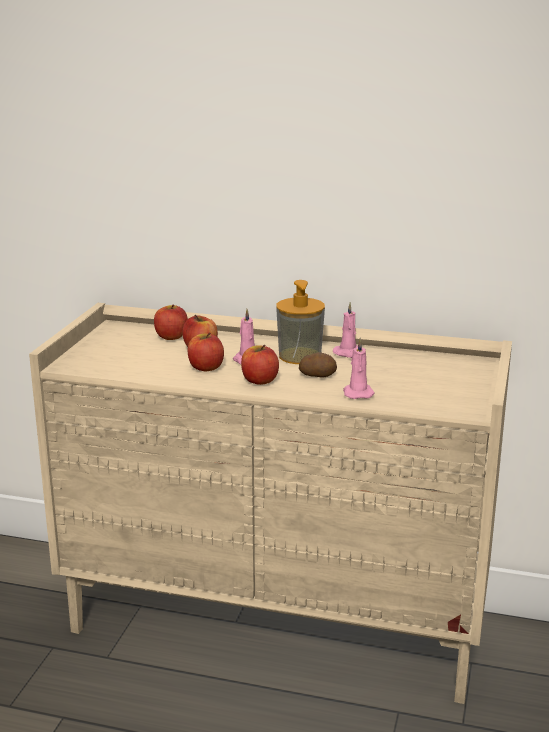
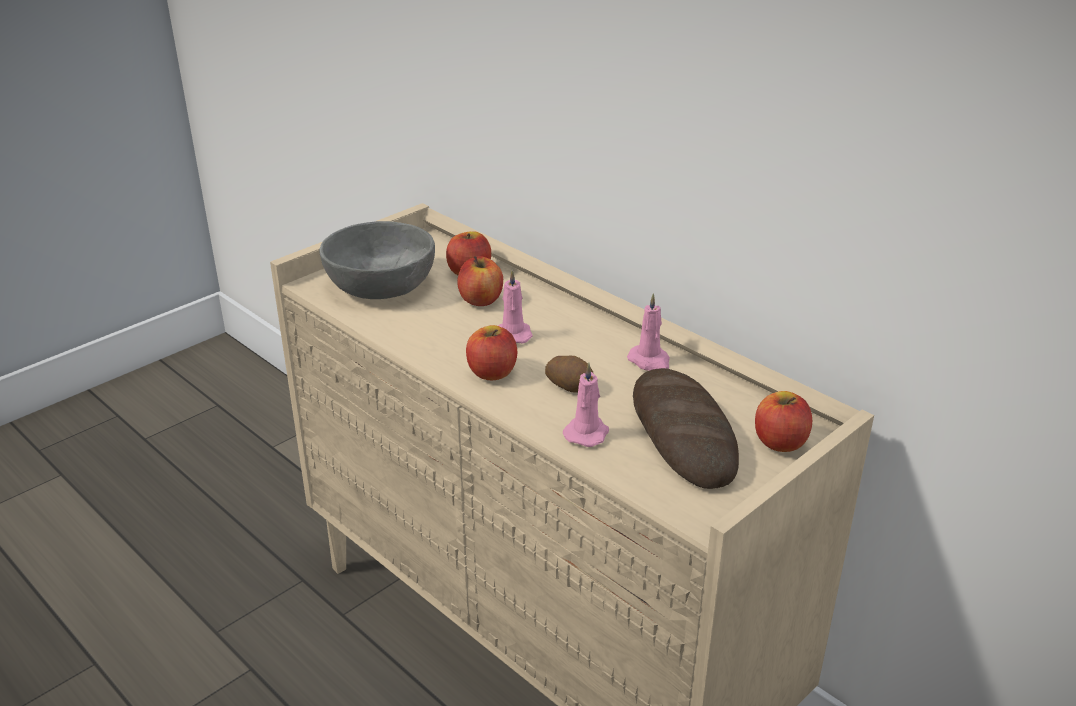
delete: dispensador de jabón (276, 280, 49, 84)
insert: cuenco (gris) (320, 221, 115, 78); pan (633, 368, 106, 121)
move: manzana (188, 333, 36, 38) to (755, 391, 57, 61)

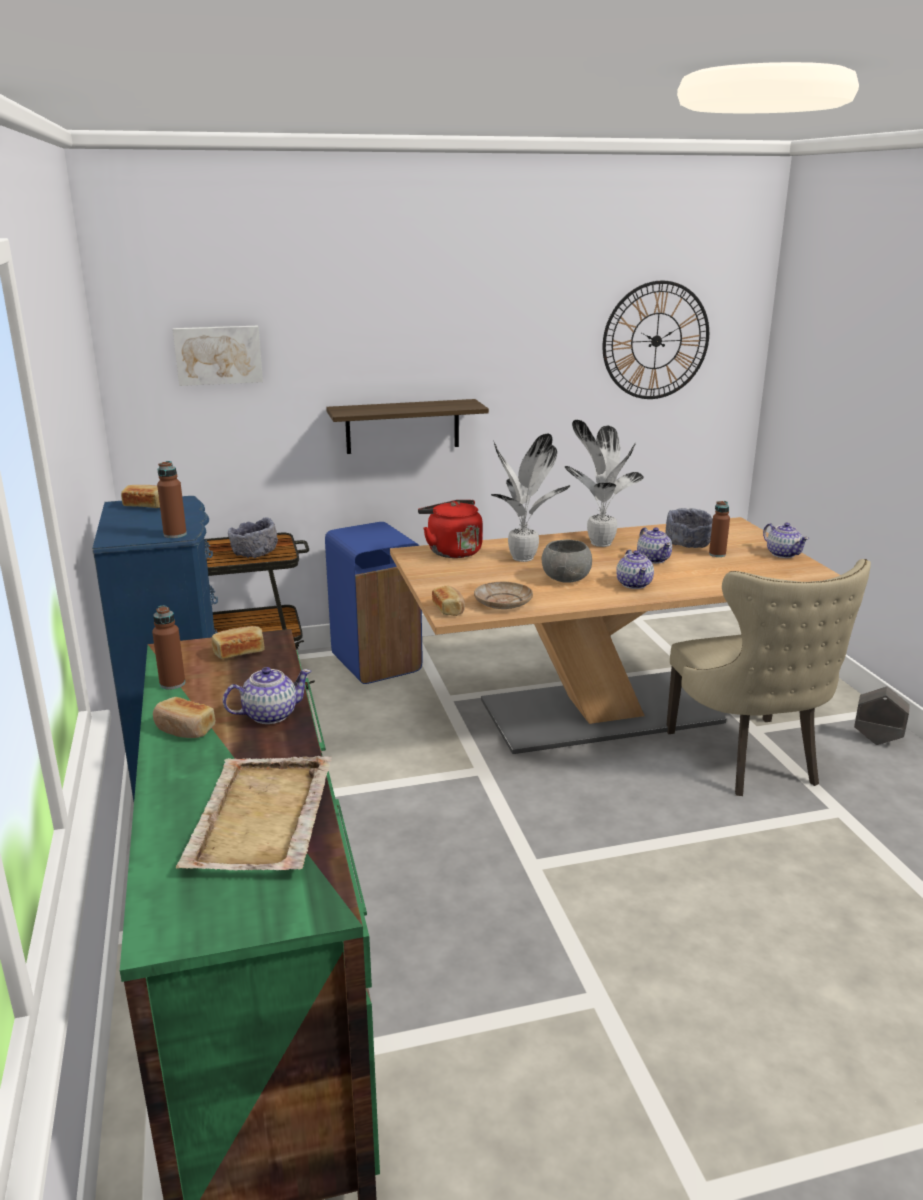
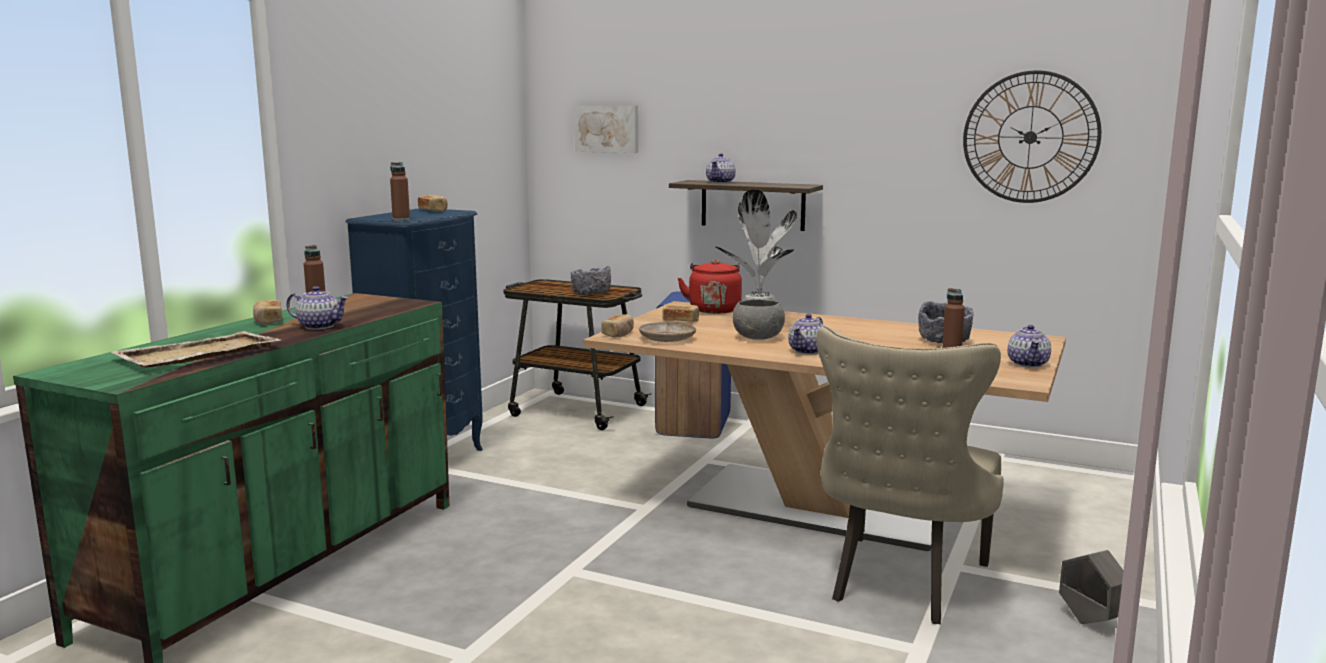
delete: planta en maceta (565, 420, 79, 127)
move: tetera (637, 527, 35, 37) to (706, 153, 30, 30); pan (211, 626, 54, 33) to (663, 304, 36, 18)

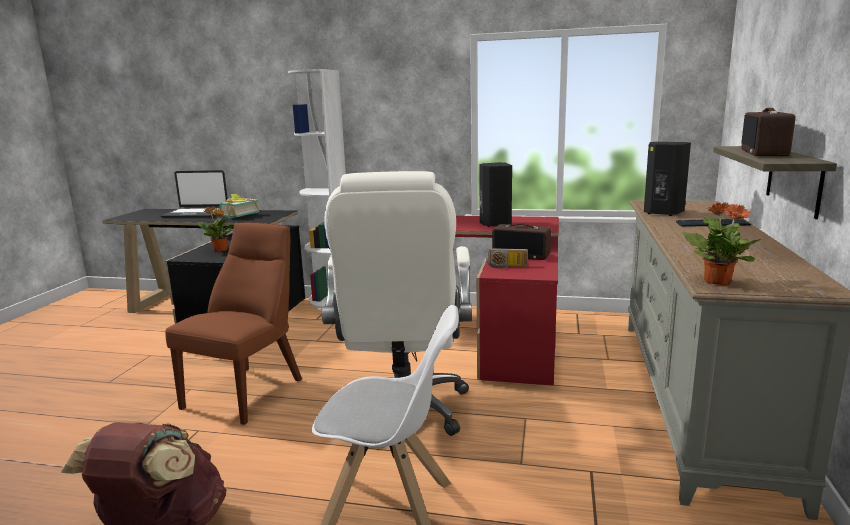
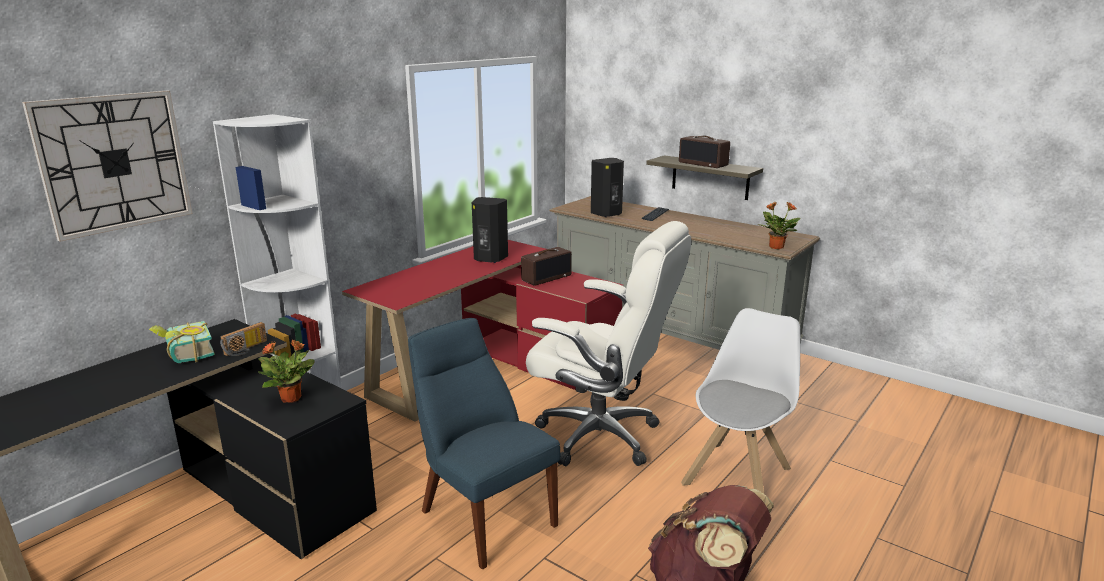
delete: portátil (160, 170, 68, 48)
insert: reloj de pared (22, 91, 170, 151)
move: radio (486, 248, 42, 21) to (220, 322, 47, 34)
recolor: silla (marrón) (165, 222, 137, 203) to silla (azul) (408, 318, 152, 251)

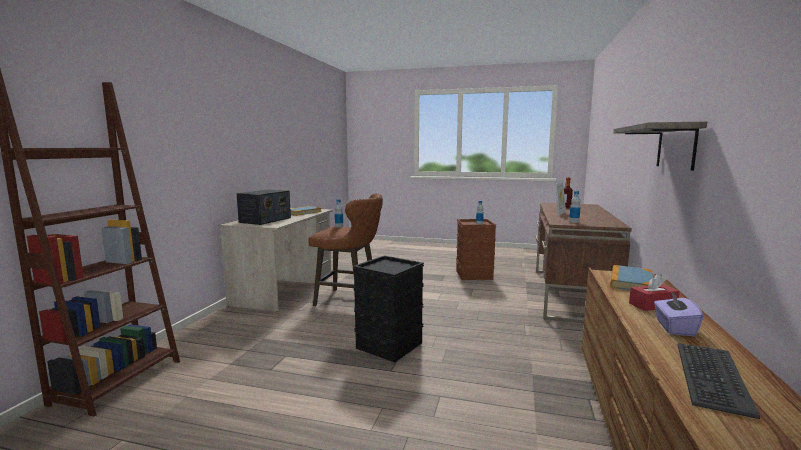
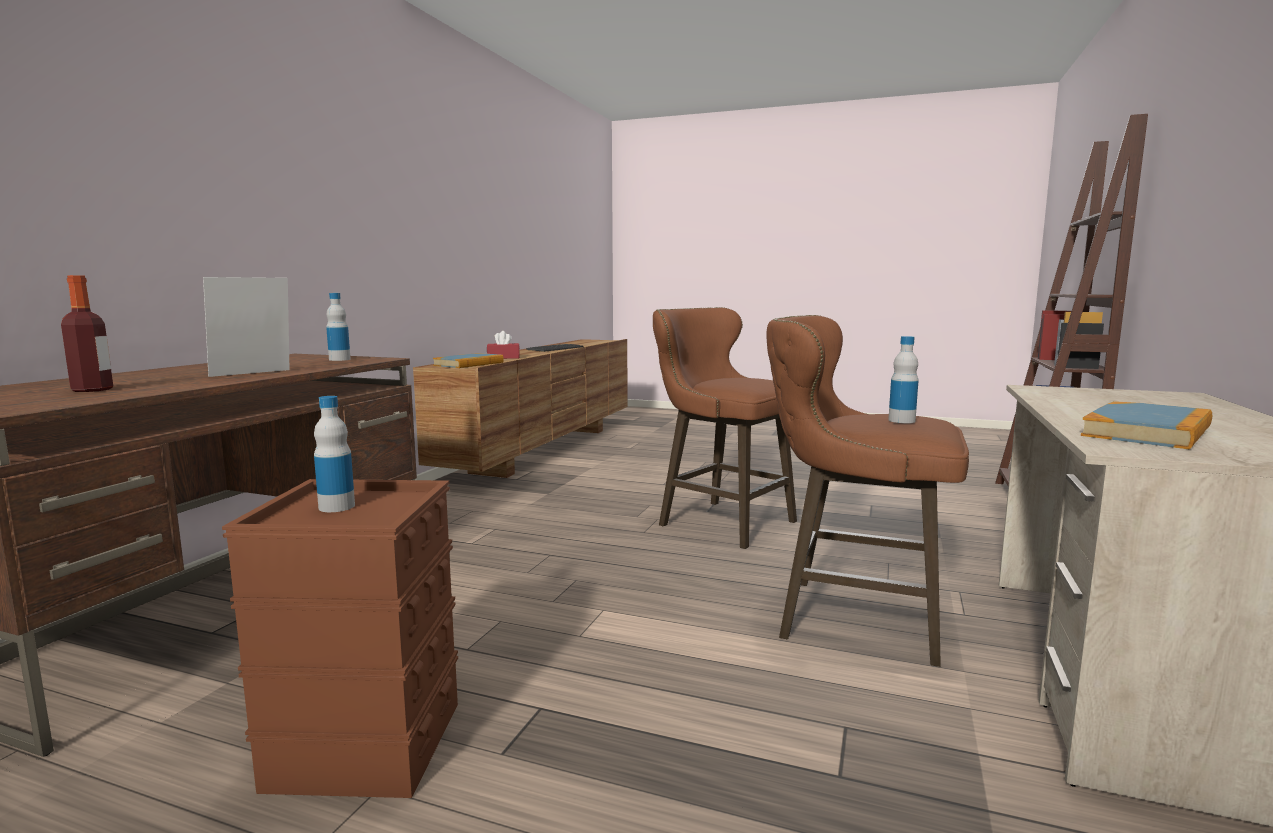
delete: estante (613, 122, 94, 49); radio (237, 189, 54, 36); caja de pañuelos (morado) (654, 291, 50, 46)
replace: caja de almacenaje (negro) (353, 255, 71, 107) to taburete (marrón) (653, 307, 144, 242)

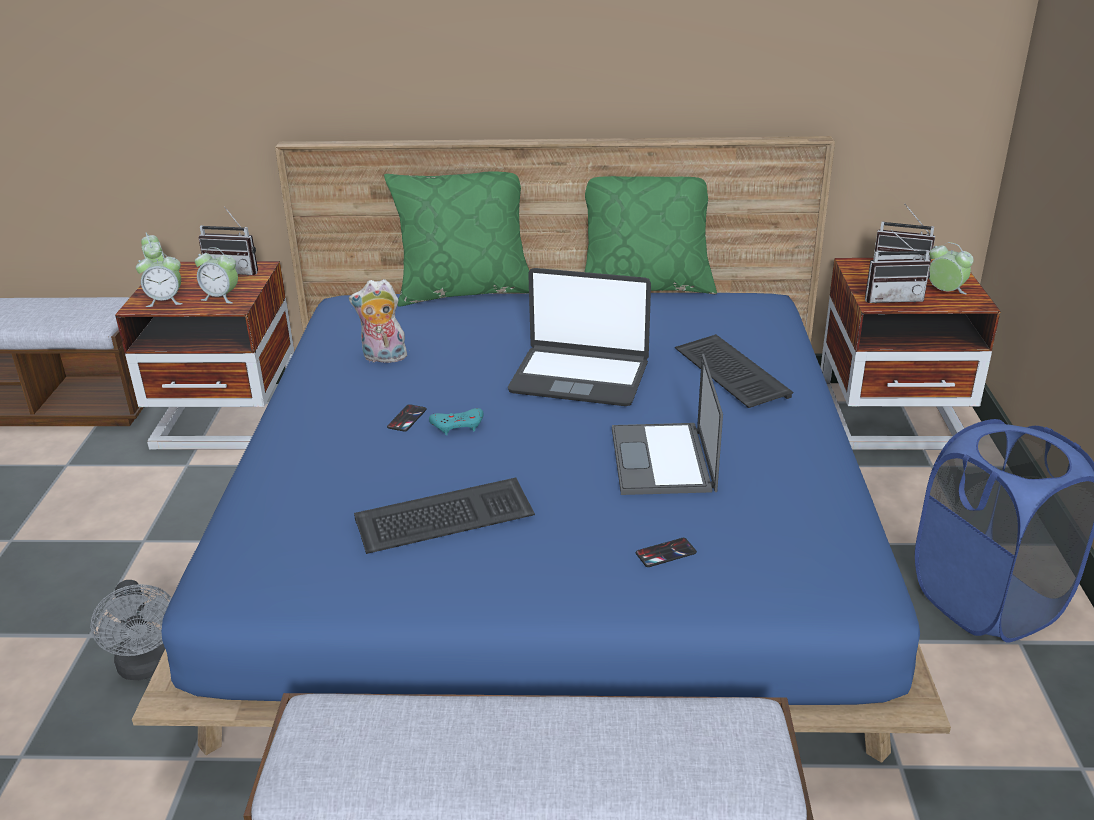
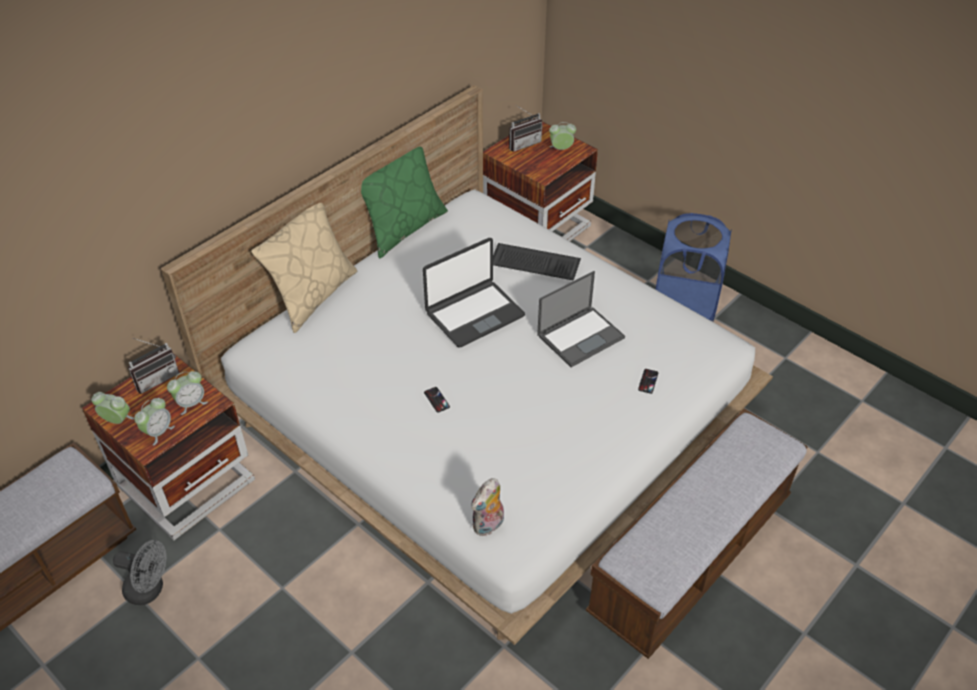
delete: radio (865, 230, 65, 74); mando de consola (turquesa) (429, 408, 55, 27); teclado (354, 478, 181, 76)
move: peluche (349, 279, 60, 84) to (471, 478, 33, 58); ventilador (gris) (90, 580, 81, 100) to (113, 540, 53, 65)
recolor: cama (azul) (132, 136, 819, 627) to cama (blanco) (161, 85, 612, 560); cojín (verde) (384, 171, 145, 135) to cojín (beis) (251, 203, 106, 130)
rotate: portátil (612, 354, 111, 141) = (537, 271, 88, 96) 75 degrees counterclockwise

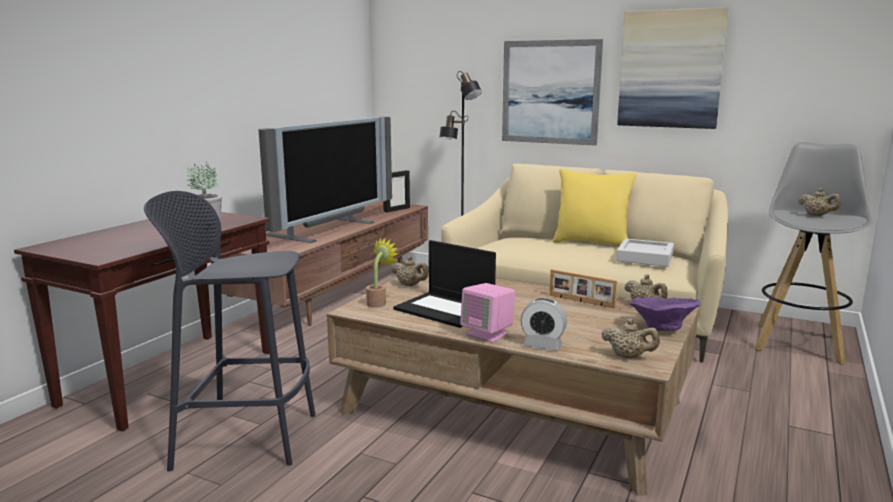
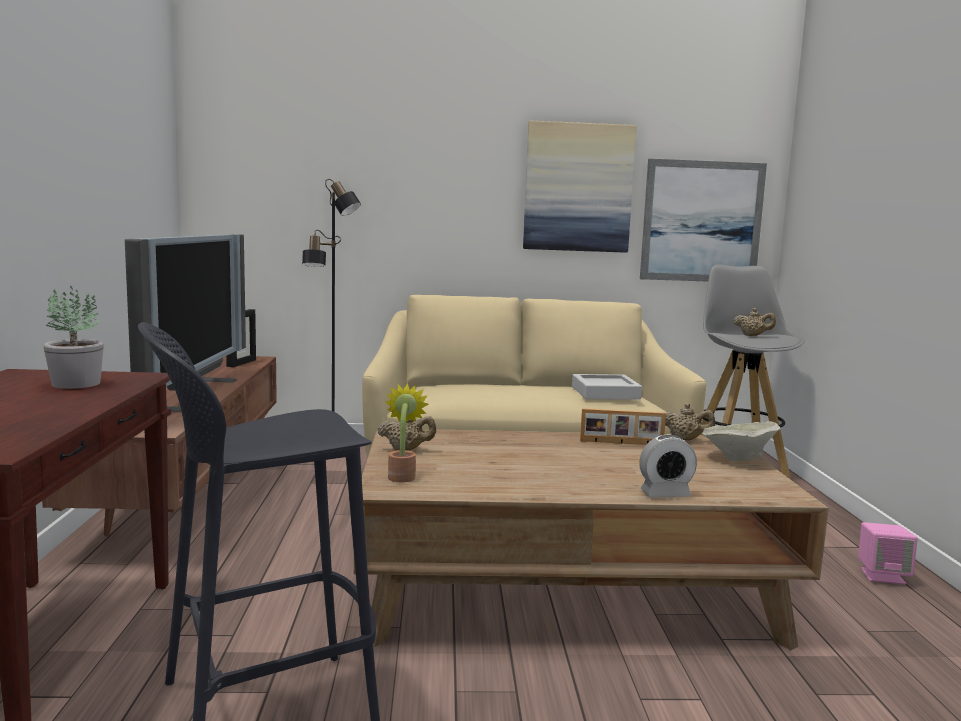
delete: cojín (amarillo) (552, 169, 85, 77); portátil (393, 240, 103, 88); tetera (beis) (601, 318, 59, 40)
move: cuadro (502, 39, 101, 107) to (640, 159, 127, 122); altavoz (rosa) (460, 283, 55, 59) to (858, 522, 59, 63)
recolor: cuenco (morado) (629, 297, 72, 34) to cuenco (beis) (702, 421, 79, 40)

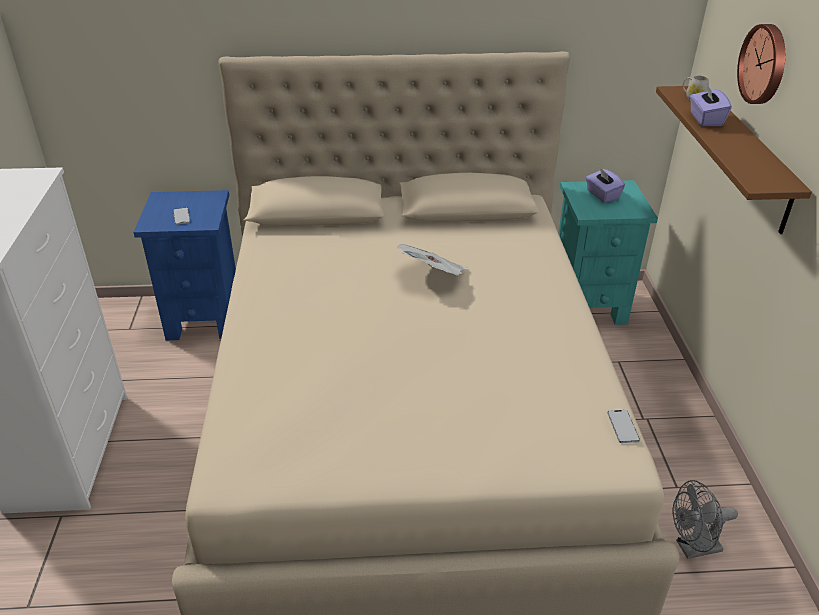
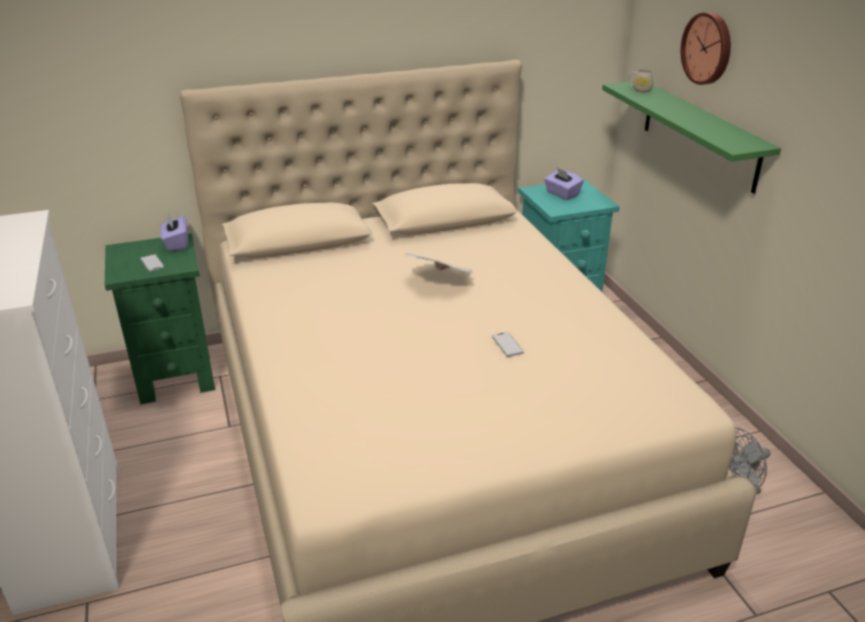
move: caja de pañuelos (morado) (690, 85, 42, 41) to (160, 214, 28, 37); móvil (607, 410, 33, 33) to (492, 332, 32, 25)
recolor: estante (marrón) (656, 86, 156, 148) to estante (verde) (602, 81, 179, 113); mesita de noche (azul) (133, 190, 103, 150) to mesita de noche (verde) (105, 233, 110, 172)

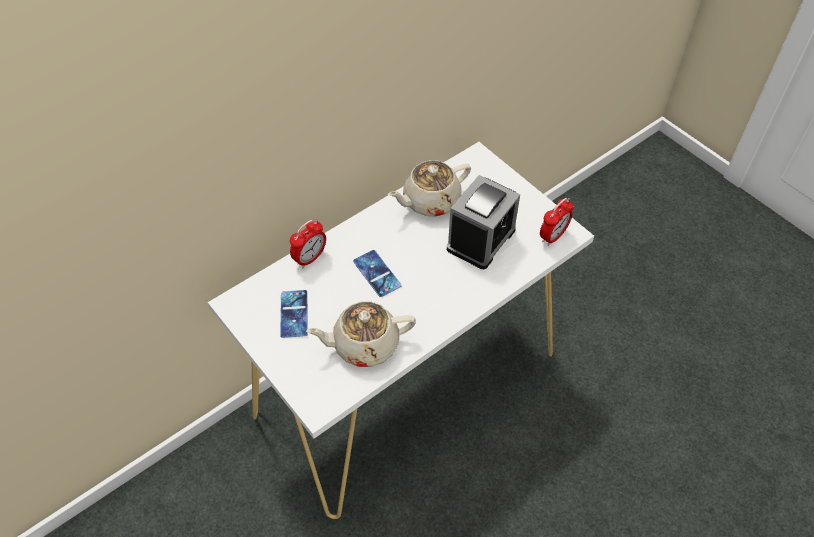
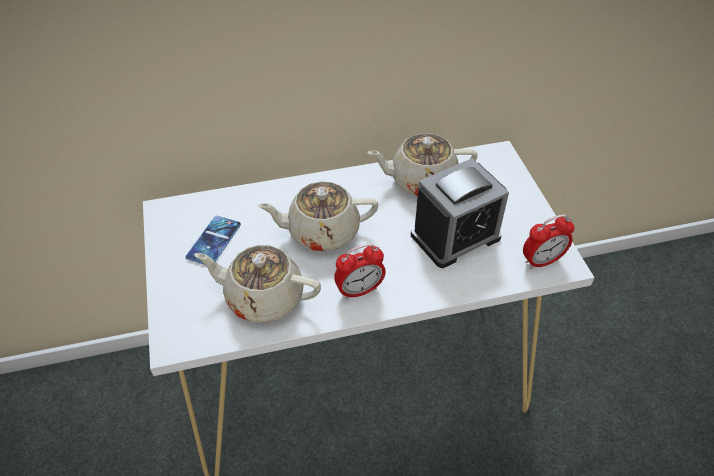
move: despertador (290, 220, 36, 48) to (334, 244, 52, 56)
replace: móvil (353, 250, 48, 47) to tetera (beis) (257, 182, 122, 69)

